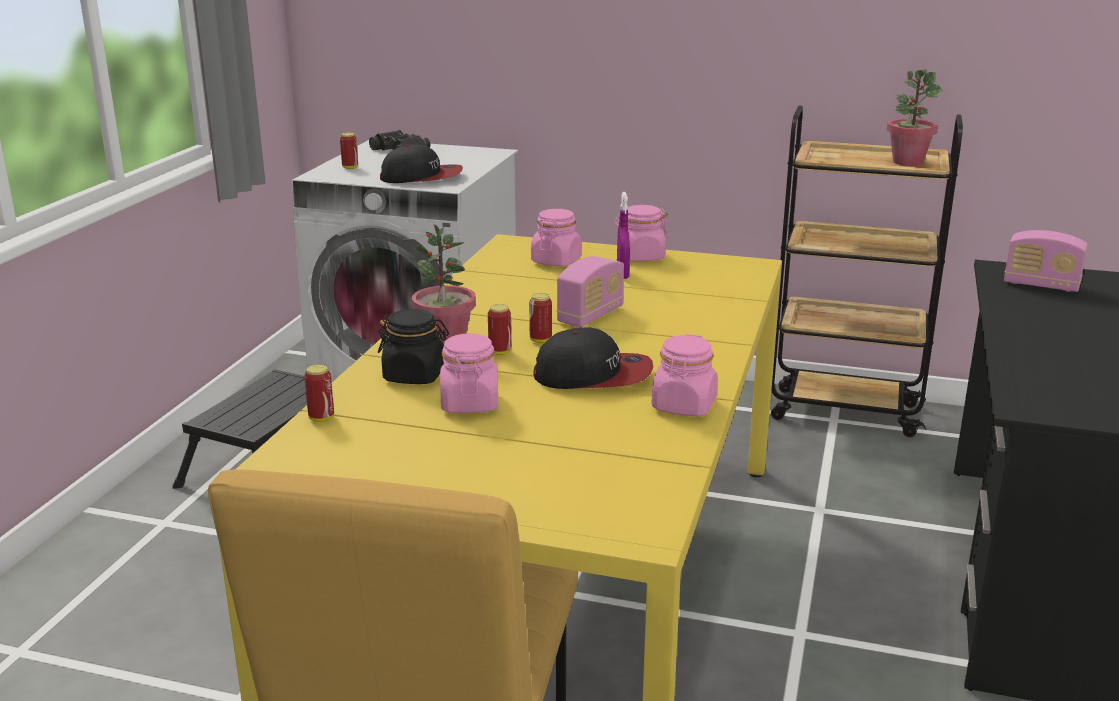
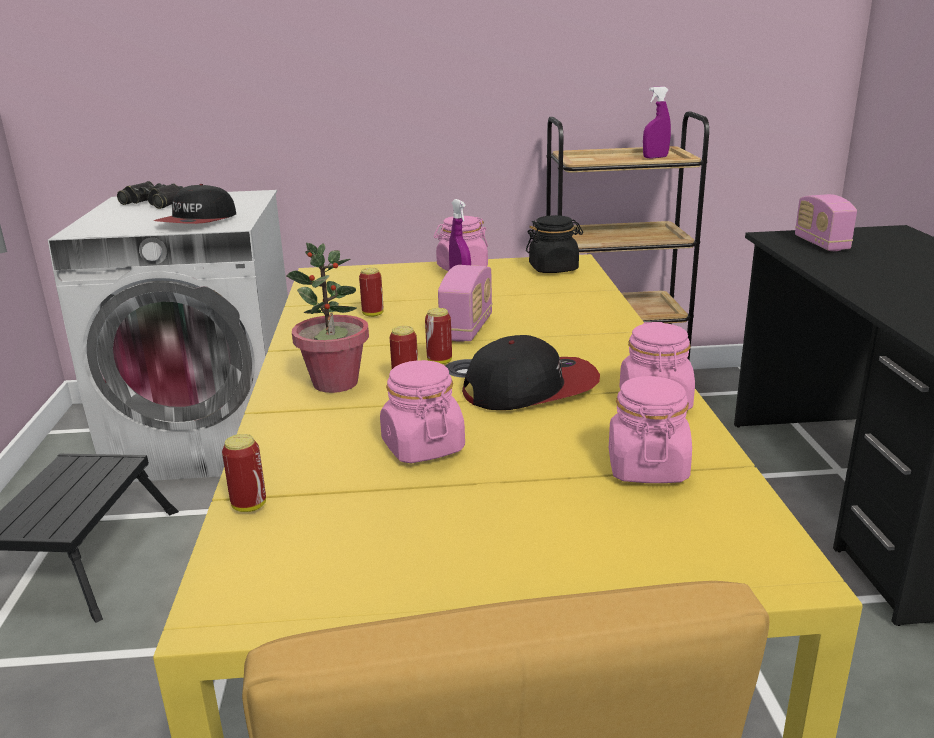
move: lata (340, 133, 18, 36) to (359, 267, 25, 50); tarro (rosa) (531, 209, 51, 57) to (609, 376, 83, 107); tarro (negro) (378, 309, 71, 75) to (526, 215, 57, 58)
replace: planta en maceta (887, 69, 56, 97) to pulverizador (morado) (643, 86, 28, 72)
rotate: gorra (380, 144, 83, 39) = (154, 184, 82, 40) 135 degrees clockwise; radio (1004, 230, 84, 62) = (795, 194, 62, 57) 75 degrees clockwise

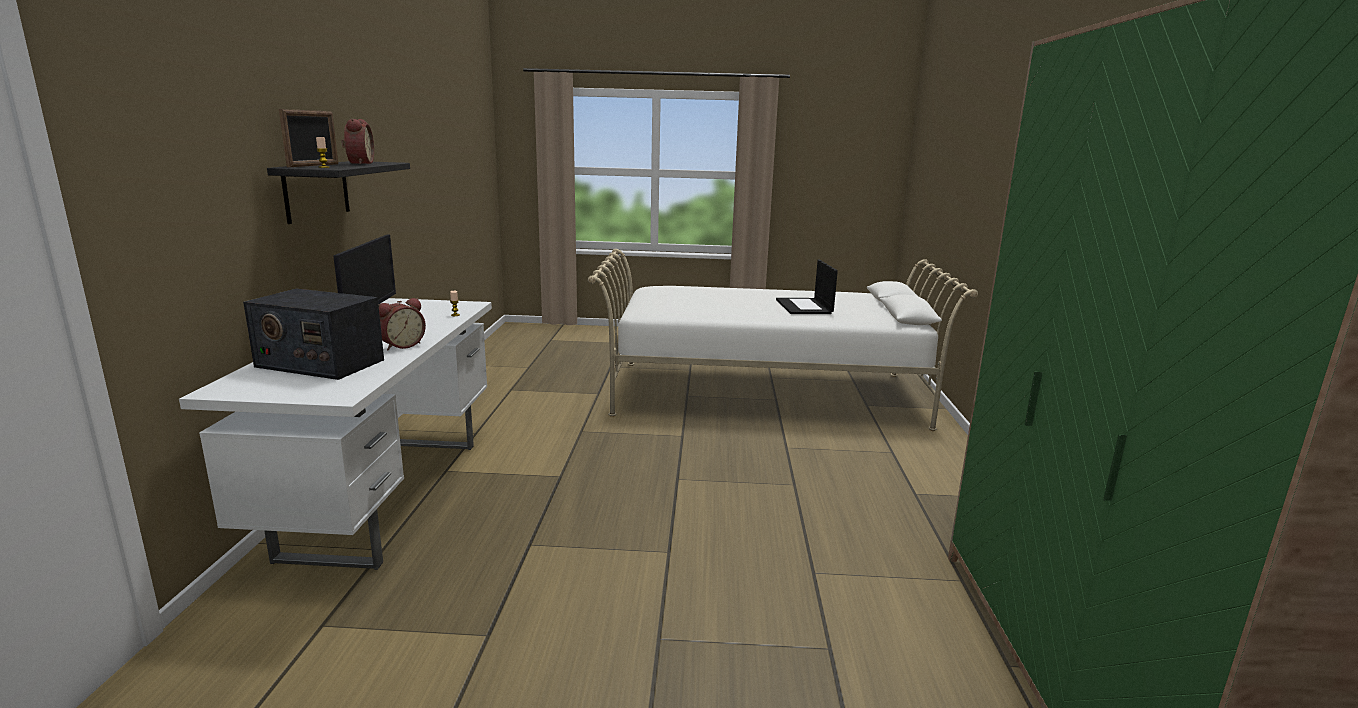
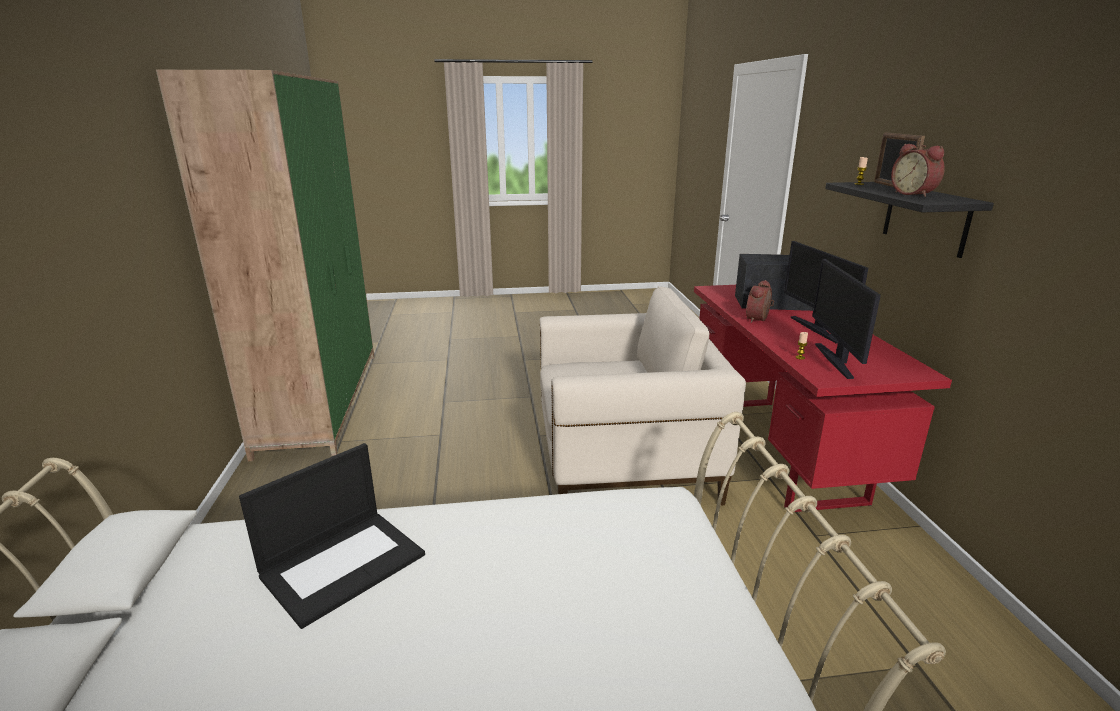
insert: monitor (812, 259, 69, 120); sillón (beis) (540, 286, 206, 220)
recolor: escritorio (blanco) (179, 298, 313, 272) to escritorio (rojo) (694, 285, 258, 227)
rotate: portátil (776, 259, 62, 55) = (239, 443, 186, 186) 60 degrees clockwise

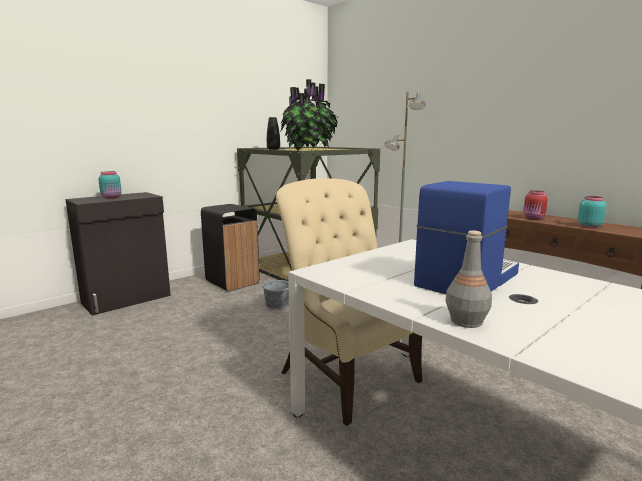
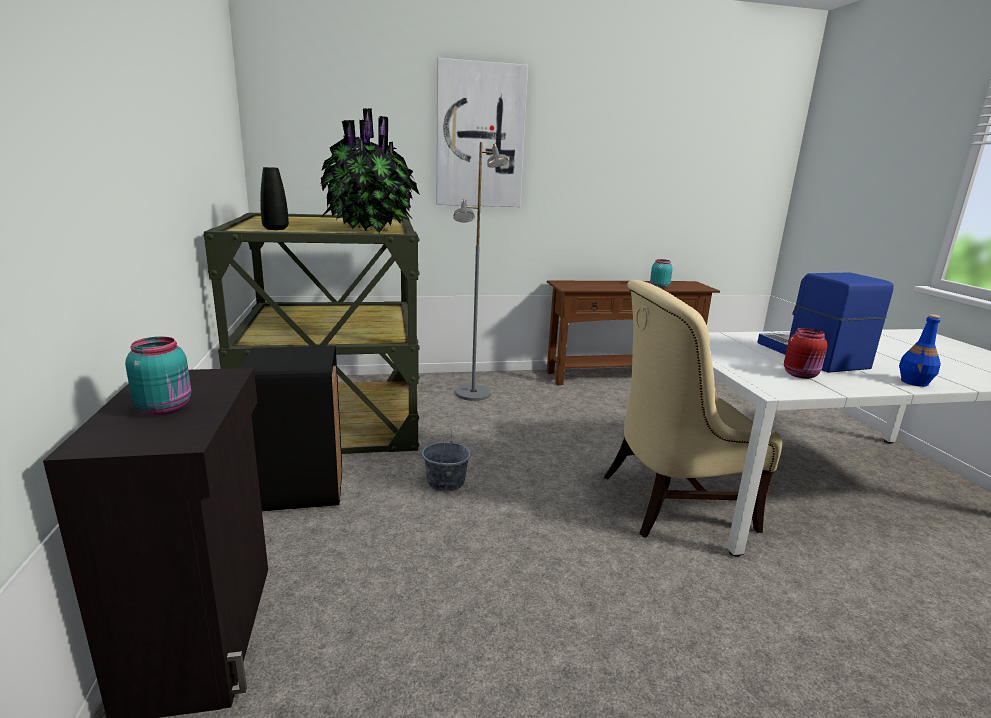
insert: cuadro (436, 58, 92, 149)
move: tarro (rojo) (523, 190, 25, 30) to (784, 328, 43, 51)
recolor: botella (gris) (445, 231, 47, 97) to botella (azul) (899, 314, 42, 73)

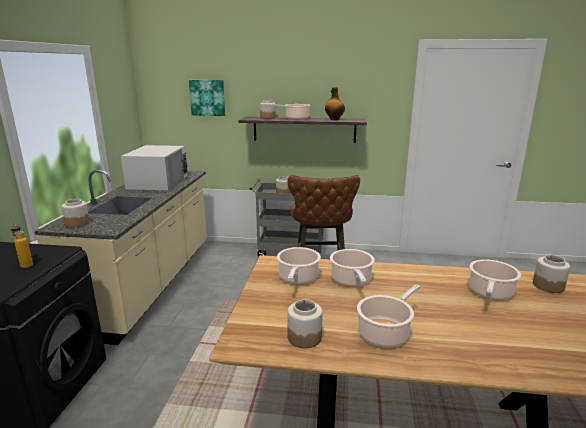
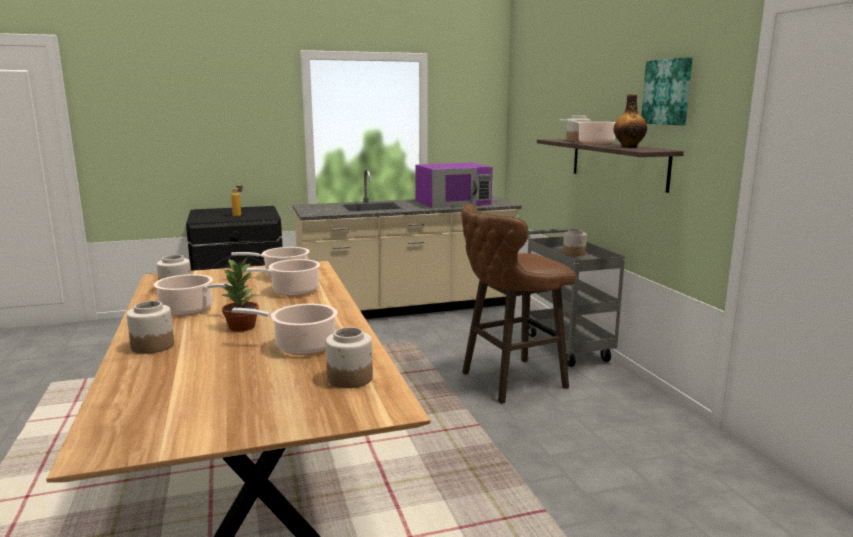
insert: planta en maceta (222, 258, 37, 73)
move: cuadro (189, 80, 36, 36) to (641, 57, 52, 68); tarro (62, 199, 28, 29) to (127, 301, 47, 53)
recolor: microondas (blanco) (121, 145, 67, 46) to microondas (morado) (415, 163, 77, 45)

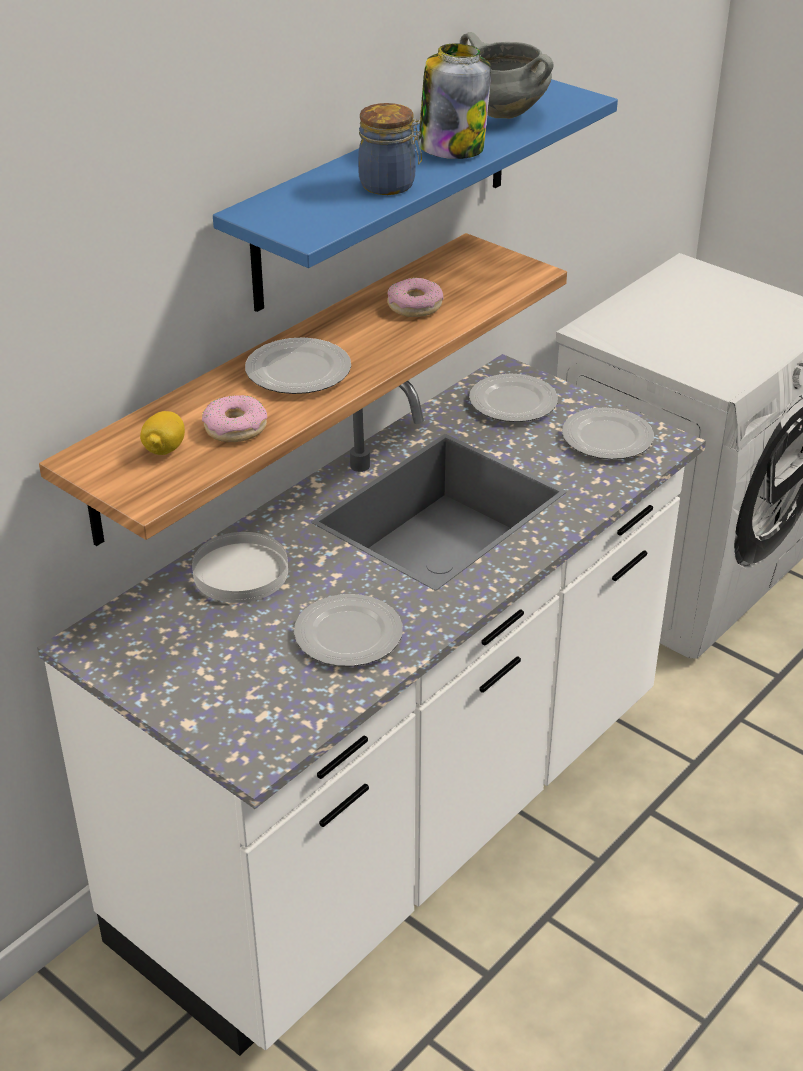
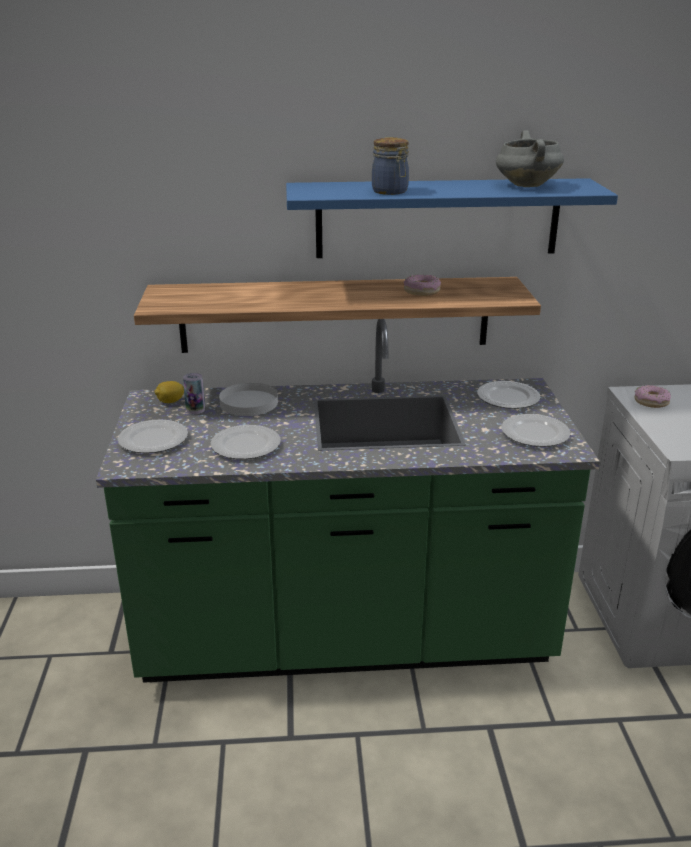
delete: tarro (419, 43, 72, 116)
insert: lata (183, 373, 22, 41)
move: plato (245, 337, 106, 57) to (118, 420, 70, 33); rosquilla (202, 395, 65, 47) to (634, 385, 37, 23); limón (140, 411, 45, 44) to (154, 381, 30, 22)
recolor: mueble bajo de cocina (blanco) (37, 354, 669, 702) to mueble bajo de cocina (verde) (96, 319, 504, 364)

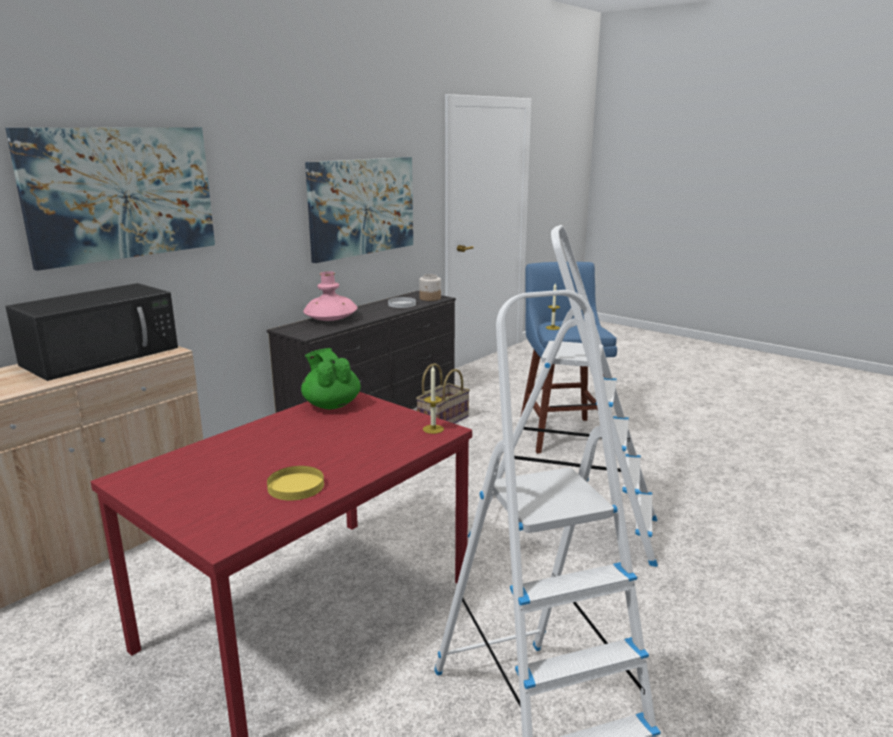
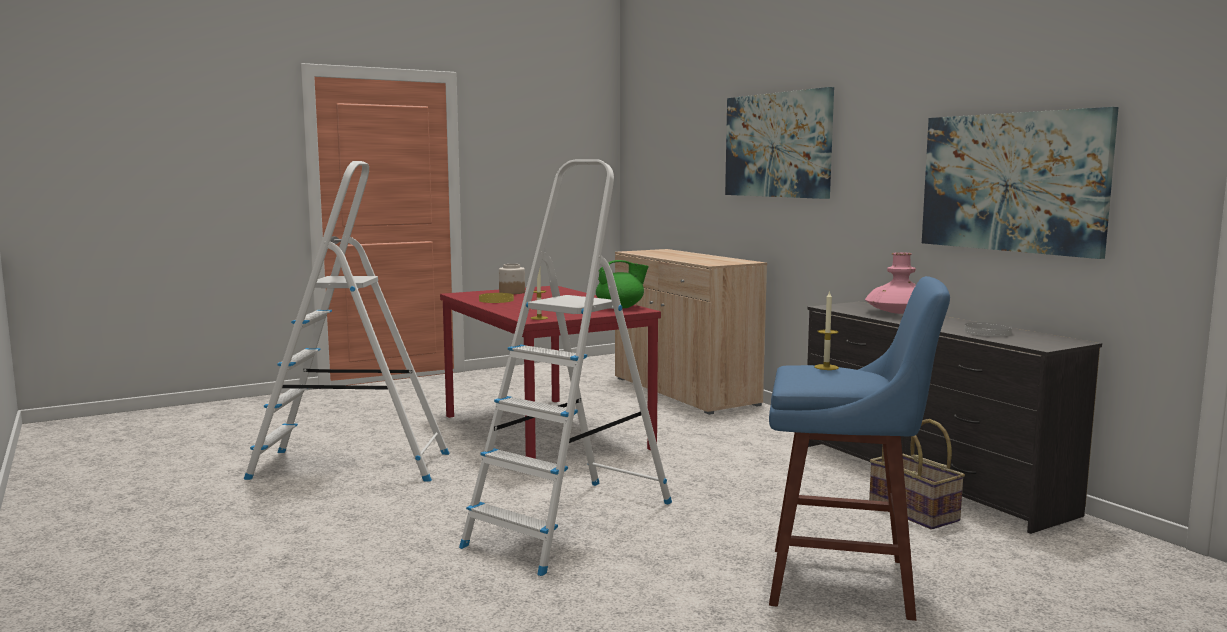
delete: microondas (negro) (5, 283, 173, 98)
move: tarro (419, 274, 22, 27) to (499, 264, 26, 30)

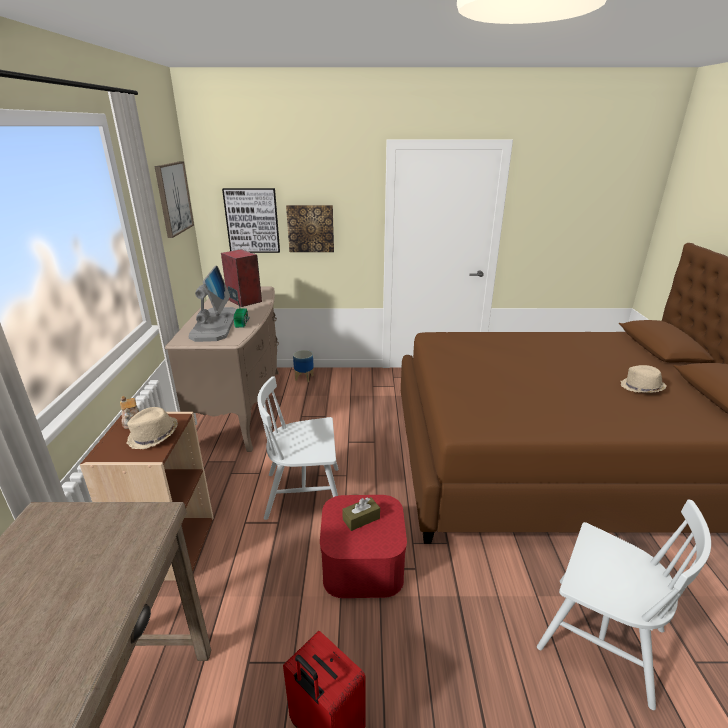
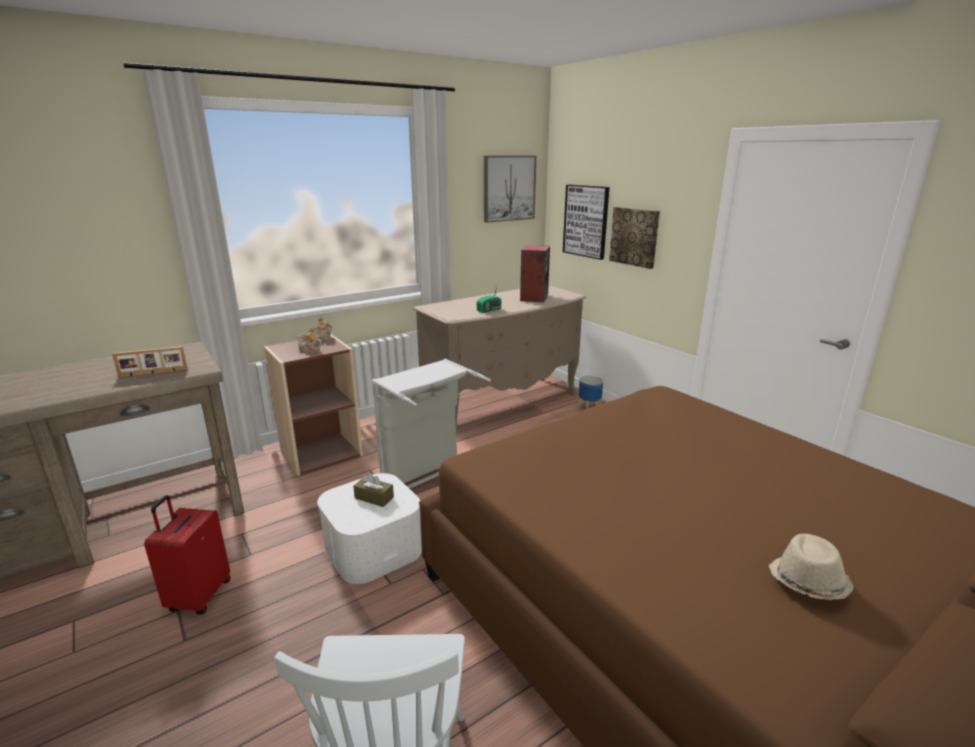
delete: monitor (188, 266, 49, 76)
insert: portarretratos (112, 346, 76, 31)
replace: silla (blanco) (257, 376, 82, 144) to cesto de la ropa (gris) (372, 359, 119, 130); sombrero (beis) (126, 407, 52, 42) to tetera (296, 328, 26, 25)
recolor: caja de almacenaje (rojo) (320, 495, 87, 103) to caja de almacenaje (blanco) (317, 473, 105, 111)

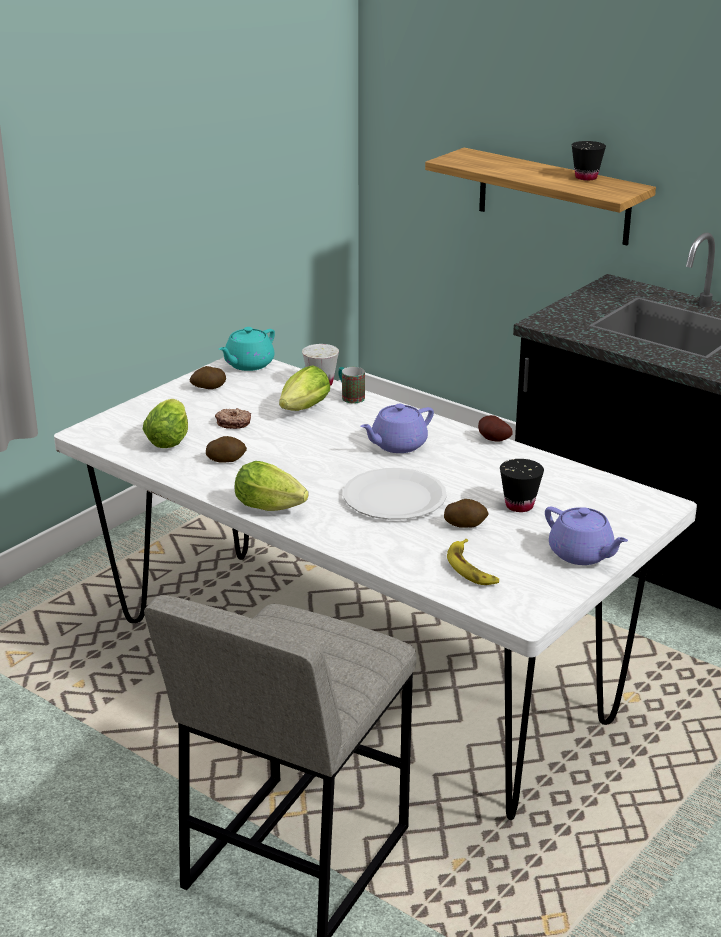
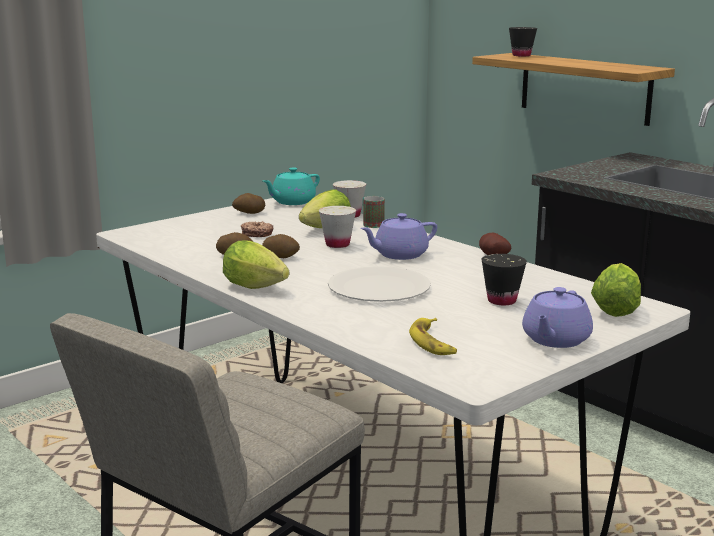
insert: taza (blanco) (319, 206, 37, 42)
move: taza (negro) (572, 141, 34, 40) to (509, 27, 28, 29); lechuga (142, 399, 46, 49) to (591, 263, 50, 54); patata (444, 499, 45, 29) to (262, 234, 38, 24)
rotate: tetera (morado) (545, 507, 83, 58) = (522, 287, 71, 61) 60 degrees clockwise

